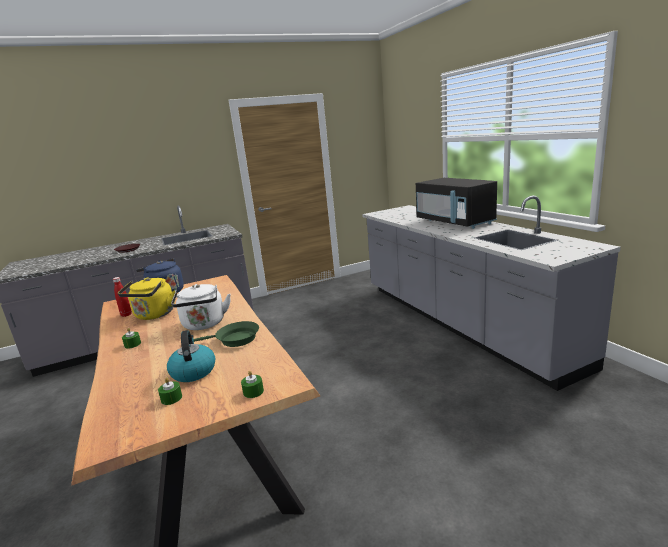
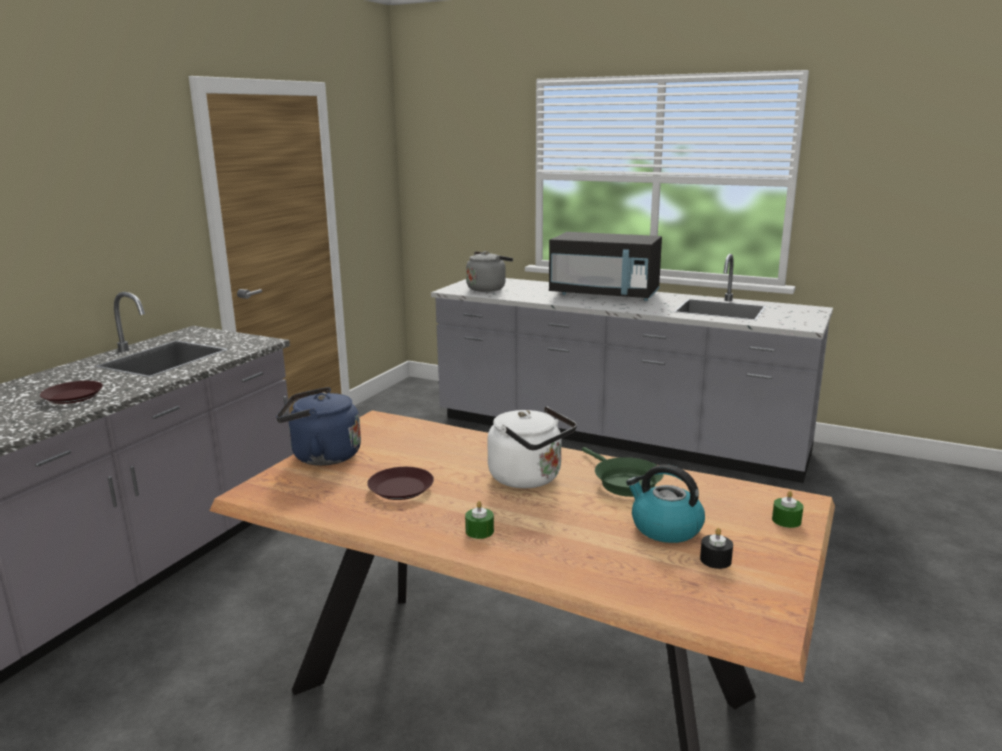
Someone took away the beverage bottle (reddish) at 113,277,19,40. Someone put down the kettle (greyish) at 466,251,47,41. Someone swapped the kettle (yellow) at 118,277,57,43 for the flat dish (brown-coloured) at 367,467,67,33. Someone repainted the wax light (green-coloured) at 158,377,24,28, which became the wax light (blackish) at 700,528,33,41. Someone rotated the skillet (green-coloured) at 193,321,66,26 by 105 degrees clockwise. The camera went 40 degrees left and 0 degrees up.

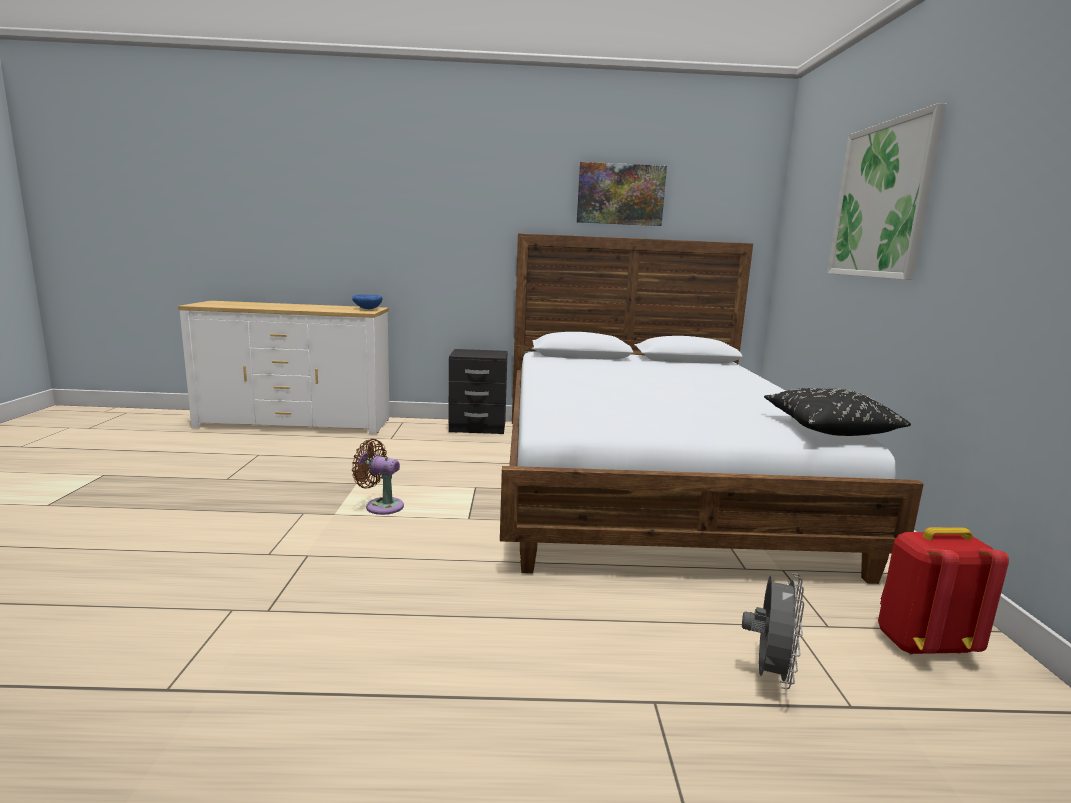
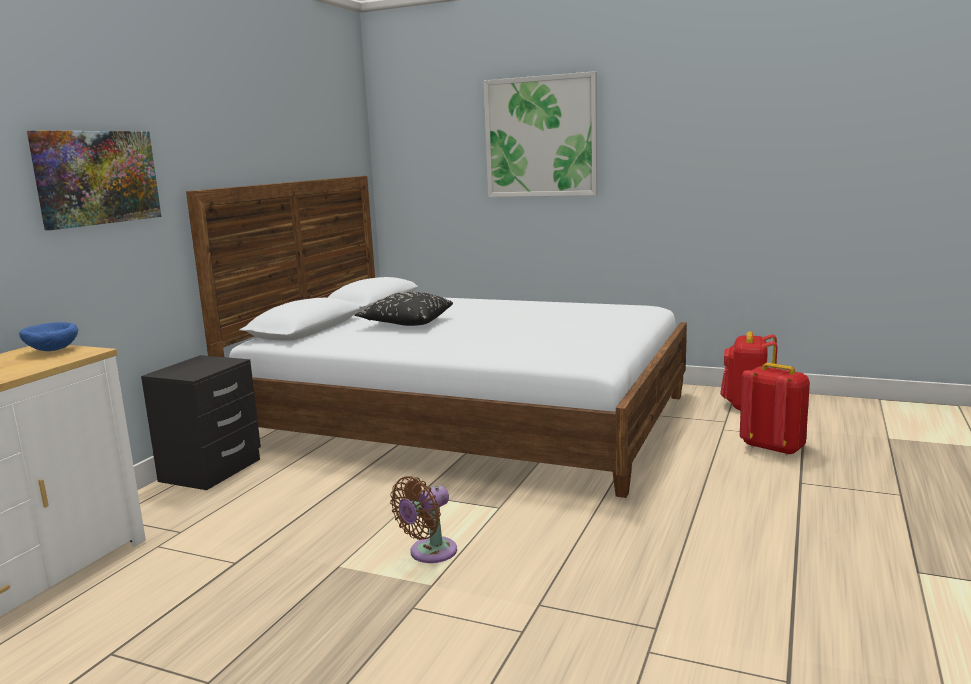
Someone carried the wall picture from 577,162,90,64 to 27,131,134,99. Someone carried the pillow (blackish) from 764,388,147,48 to 355,292,98,34. Someone swapped the fan (greyish) at 742,573,62,116 for the knapsack (reddish) at 740,363,70,93. The camera went 65 degrees left and 0 degrees up.

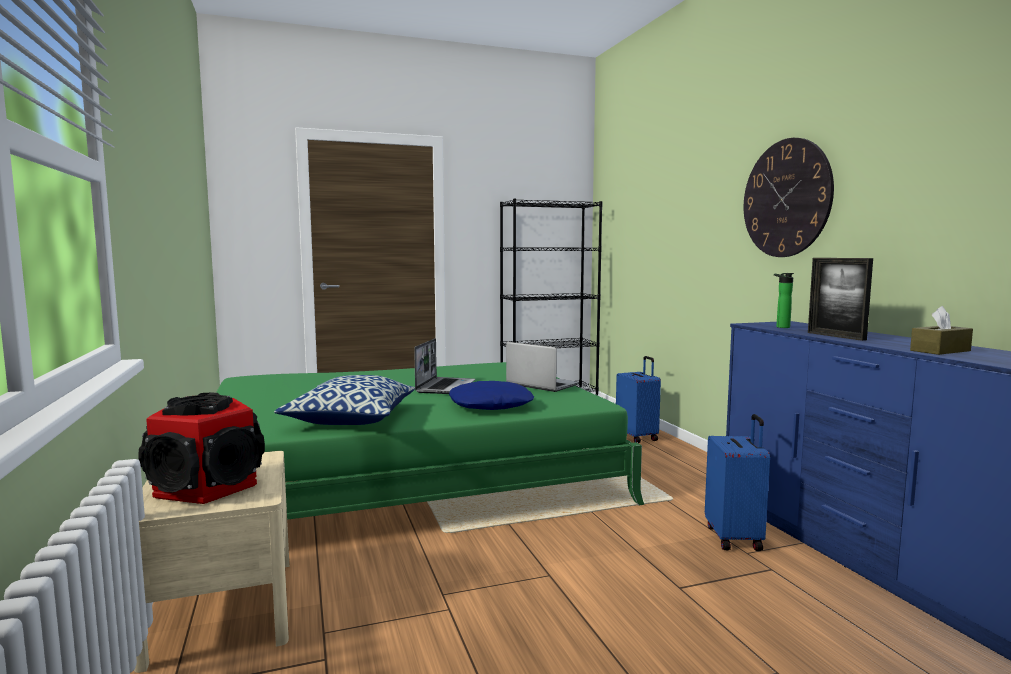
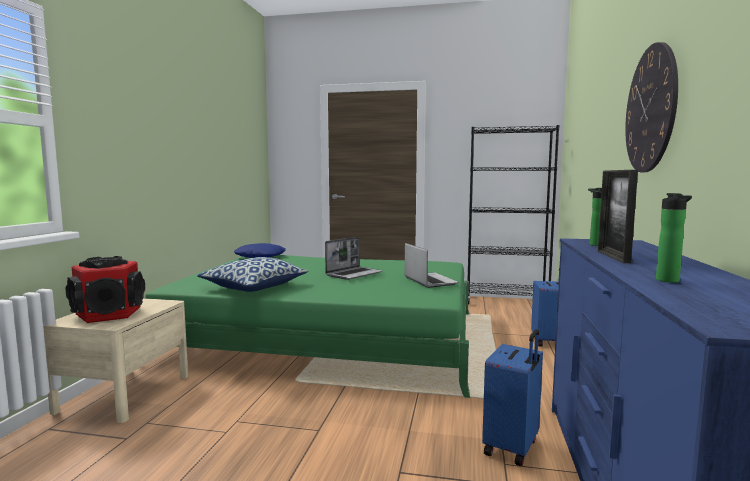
Someone carried the pillow (blue) from 449,381,85,29 to 234,243,52,15. Someone swapped the tissue box (brown-coloured) at 910,306,63,49 for the beverage bottle at 656,193,36,90. The camera went 30 degrees right and 0 degrees up.

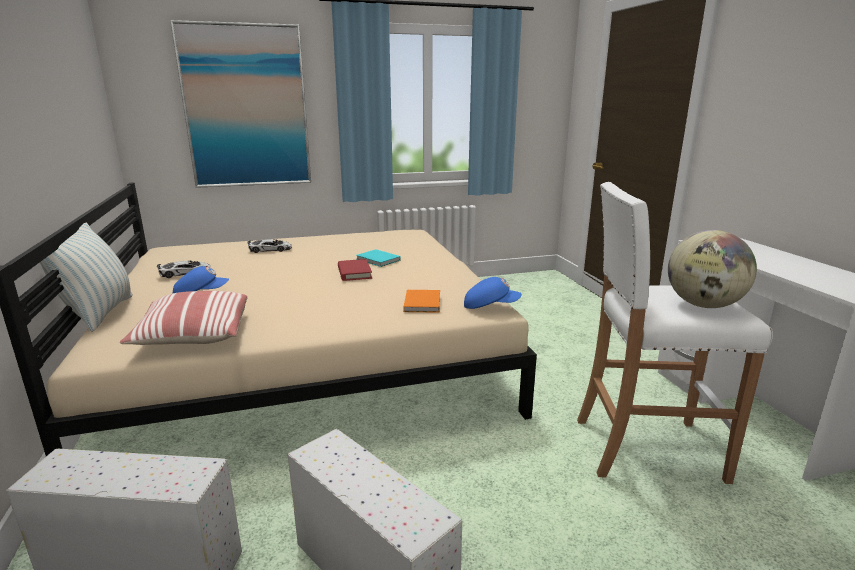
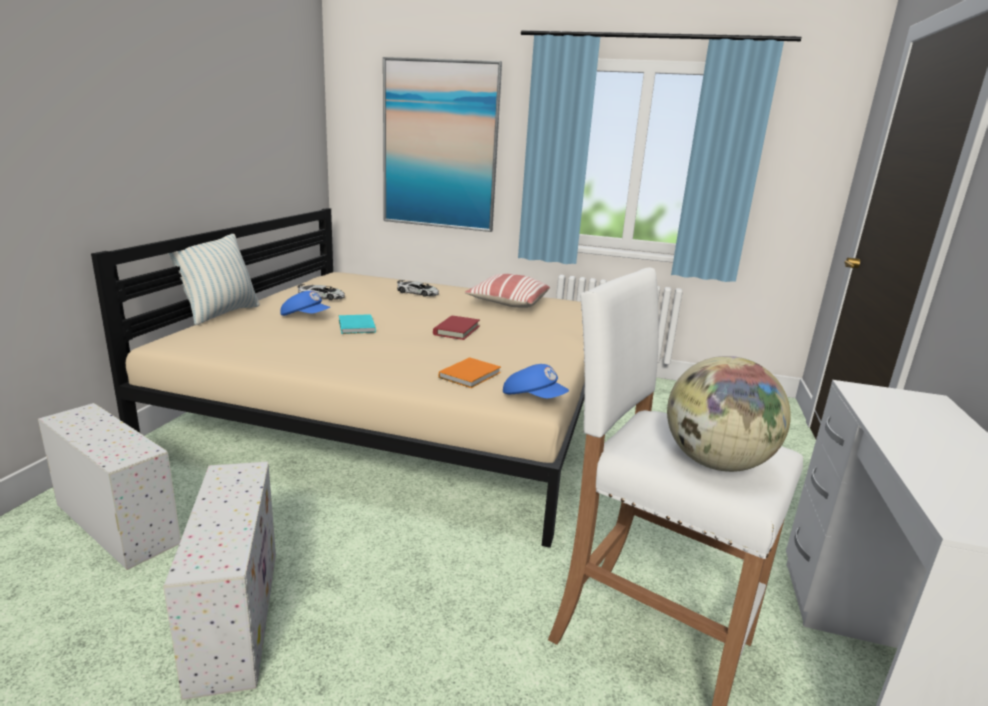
Someone carried the pillow from 120,291,128,54 to 465,274,85,34. Someone carried the bound book (turquoise) from 356,249,45,18 to 339,314,37,20. The camera went 30 degrees right and 0 degrees up.

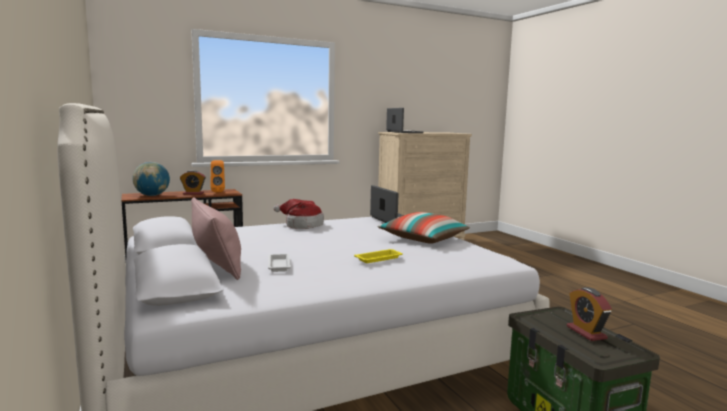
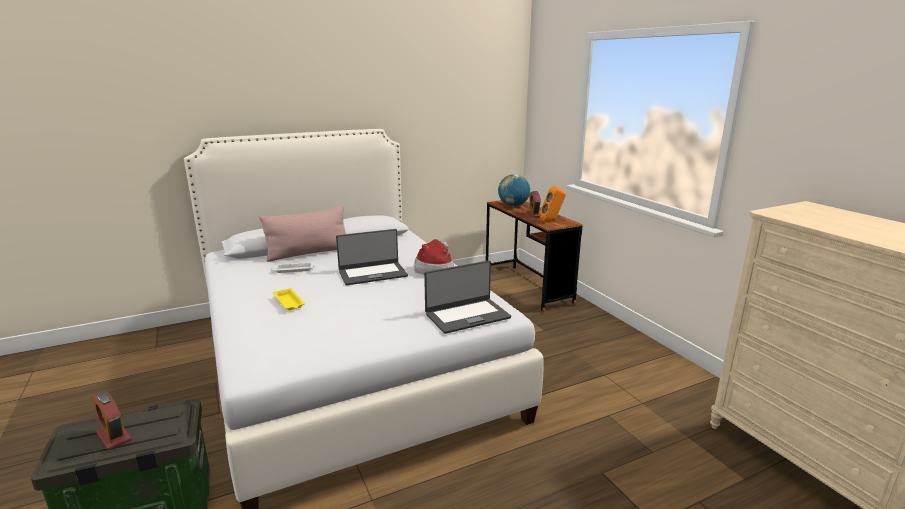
Someone took away the pillow at 377,212,93,32. Someone carried the notebook computer from 386,108,37,25 to 336,229,72,56. Someone rotated the bedside clock at 567,287,45,54 by 120 degrees counterclockwise. The camera went 90 degrees right and 10 degrees up.

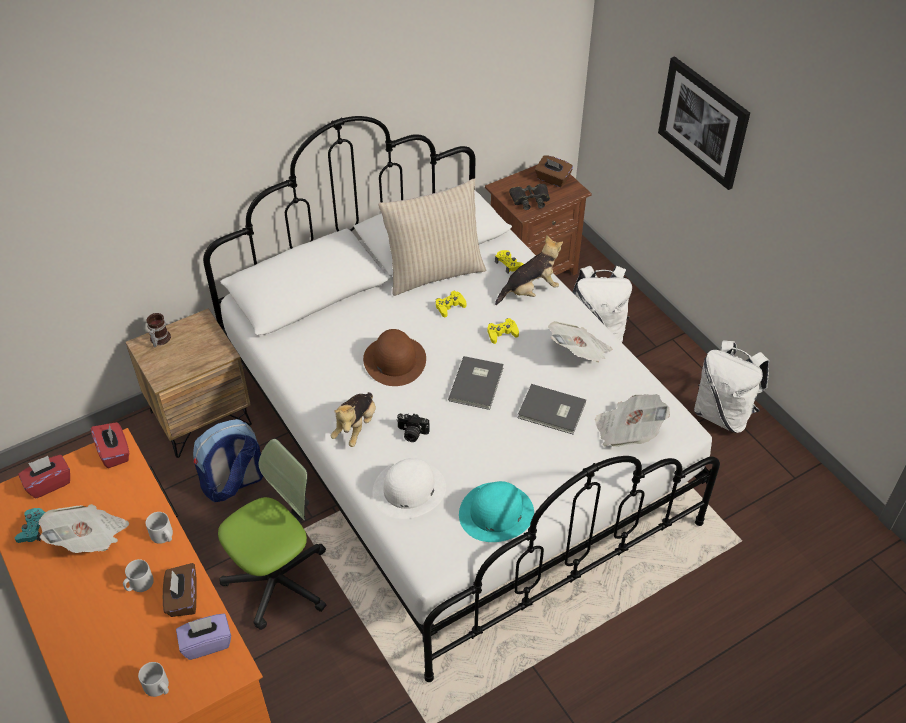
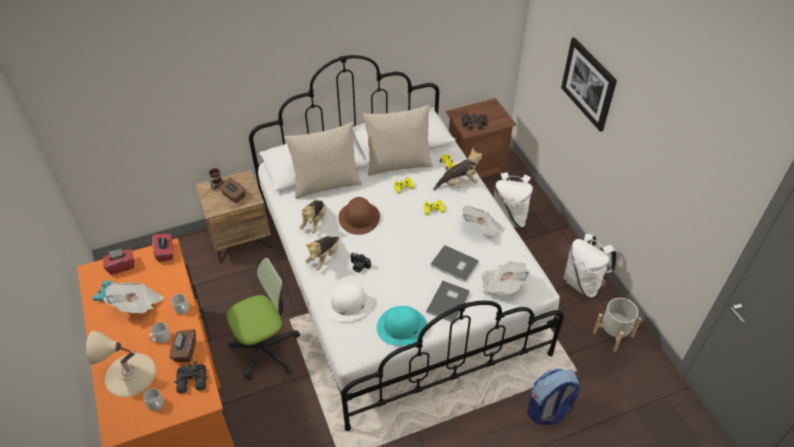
Someone put down the tabletop lamp (beige) at 86,331,70,66. Someone put down the pillow (beige) at 285,122,77,77. Someone put down the cuddly toy at 300,200,26,33. Someone put down the flower pot (greyish) at 593,298,49,54. Someone carried the knapsack from 193,419,70,83 to 527,369,54,56. Someone carried the bound book (greyish) from 448,356,56,54 to 426,281,44,42. Someone carried the tissue box (brown-coloured) from 535,155,38,32 to 219,178,27,25. Someone swapped the tissue box (purple) at 176,614,55,46 for the binoculars (blackish) at 174,361,34,32. The camera went 10 degrees right and 0 degrees up.

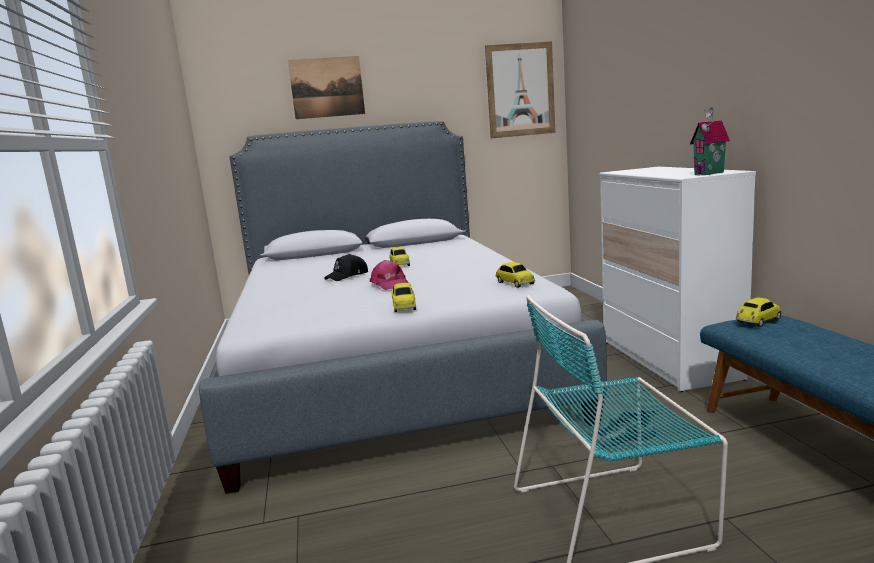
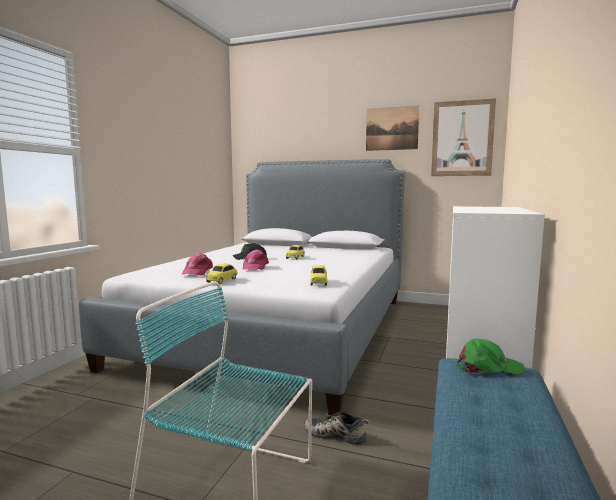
Someone took away the toy house at 690,107,40,68. Someone put down the peaked cap (pinkish) at 181,253,32,23. Someone carried the wall picture from 288,56,77,63 to 366,105,53,46. Someone swapped the model car at 736,297,46,30 for the peaked cap (green-coloured) at 457,339,68,35. The camera went 30 degrees right and 5 degrees down.

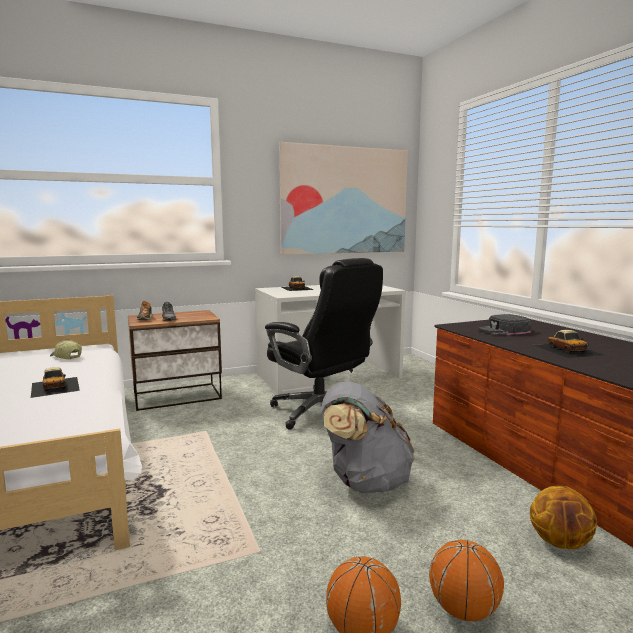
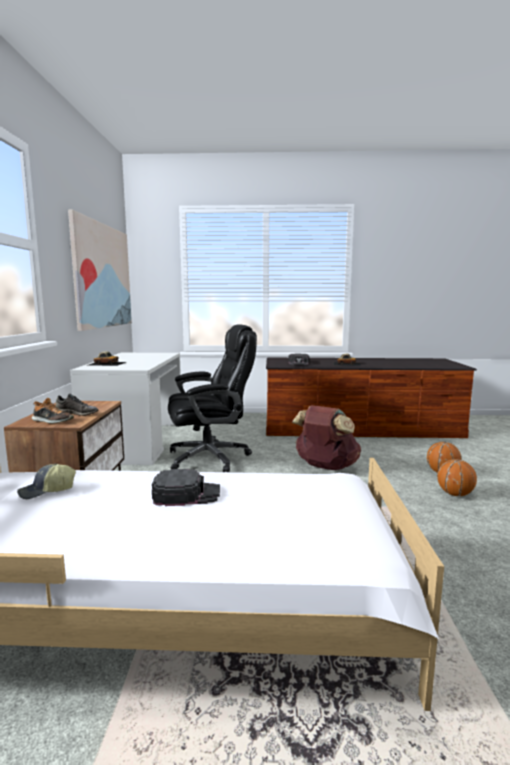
Someone took away the ball for basketball at 530,486,67,63. Someone swapped the model car at 31,367,49,31 for the peaked cap (blackish) at 152,469,68,37. Someone repainted the knapsack (greyish) at 321,381,94,112, which became the knapsack (brown-coloured) at 292,405,69,65. The camera went 65 degrees left and 0 degrees up.

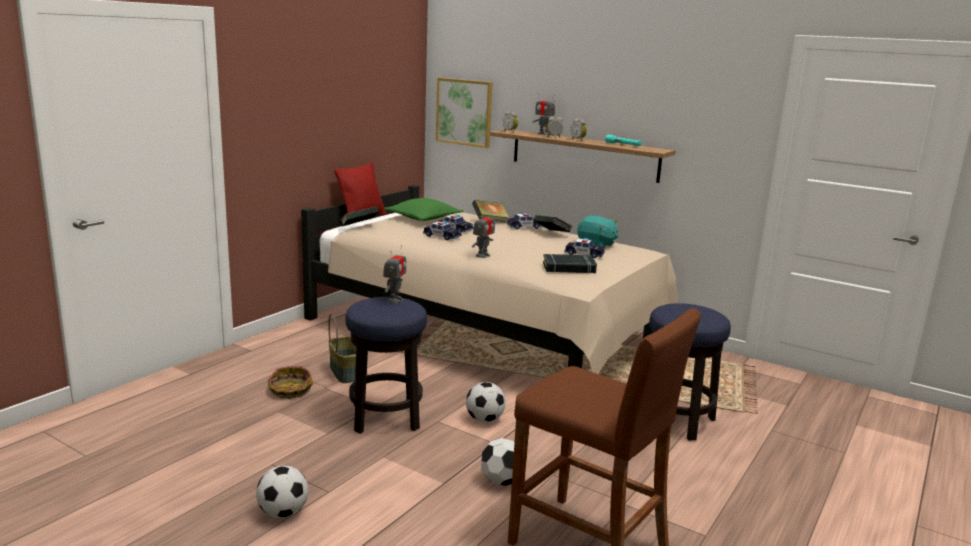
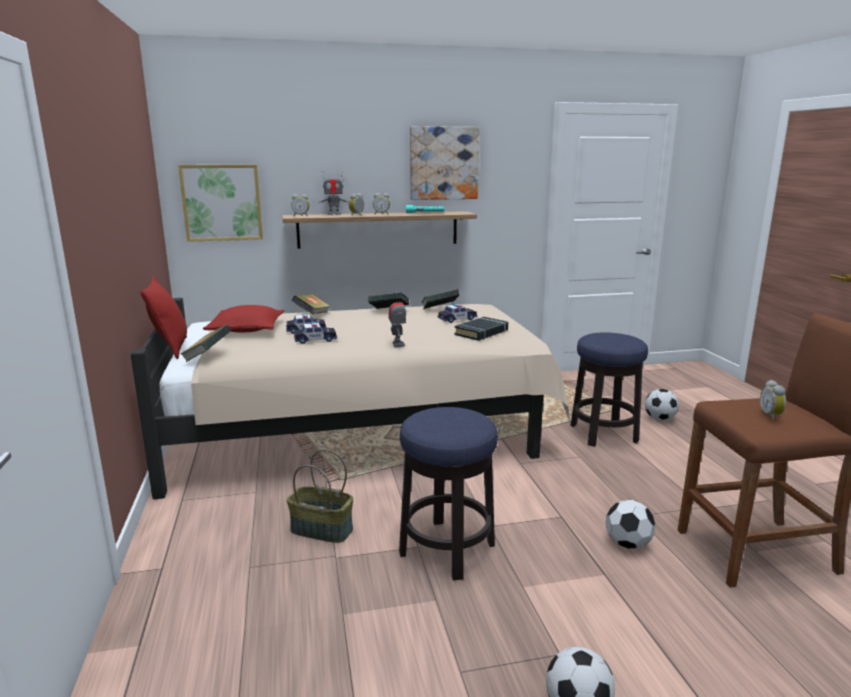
Someone took away the basket at 268,366,45,33. Someone took away the model robot at 383,245,23,58. Someone took away the model car at 507,213,36,16. Someone put up the wall picture at 410,126,70,74. Someone put down the bedside clock at 760,380,26,41. Someone carried the football from 466,382,40,40 to 645,389,34,32. Someone swapped the cuddly toy (turquoise) at 577,215,41,32 for the bound book at 421,289,38,20. Someone repainted the pillow (green-coloured) at 384,198,79,23, which became the pillow (reddish) at 203,305,82,27. The camera went 45 degrees left and 0 degrees up.

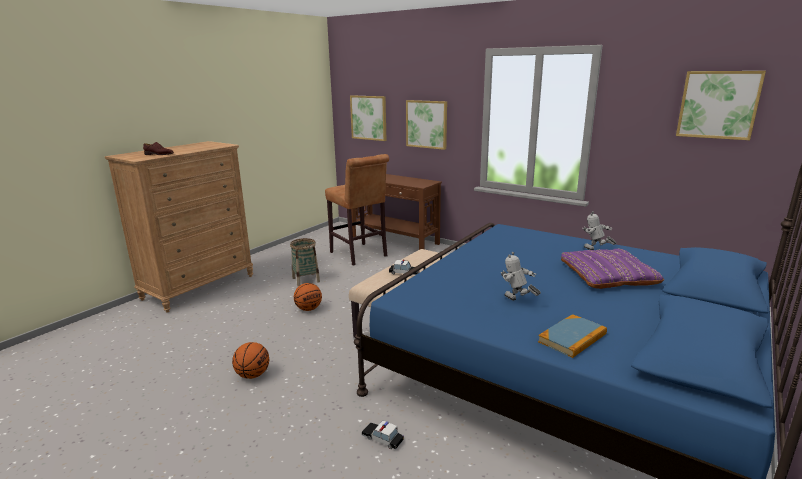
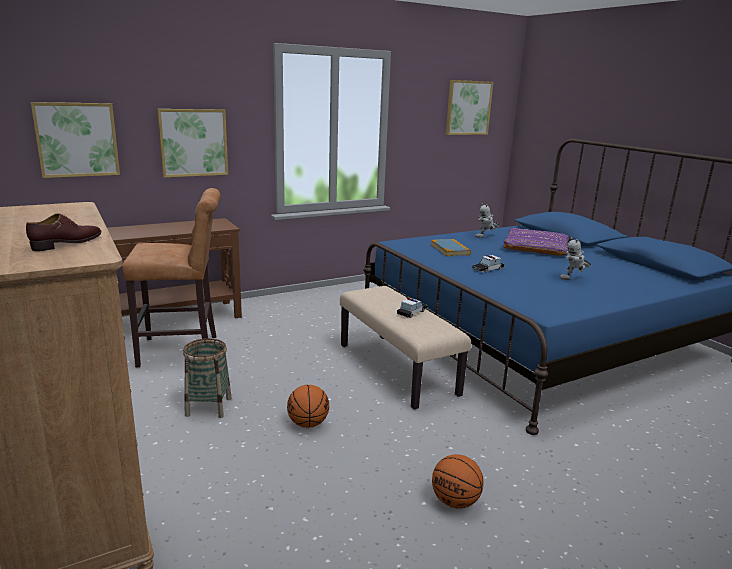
Someone carried the model car from 361,420,43,29 to 472,255,32,18. Someone carried the bound book from 538,314,69,44 to 431,239,40,18. The camera went 65 degrees left and 0 degrees up.

